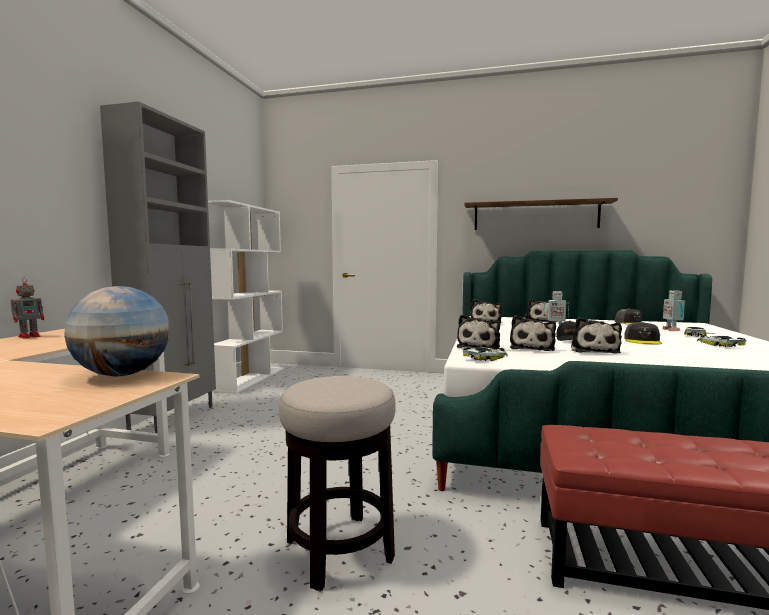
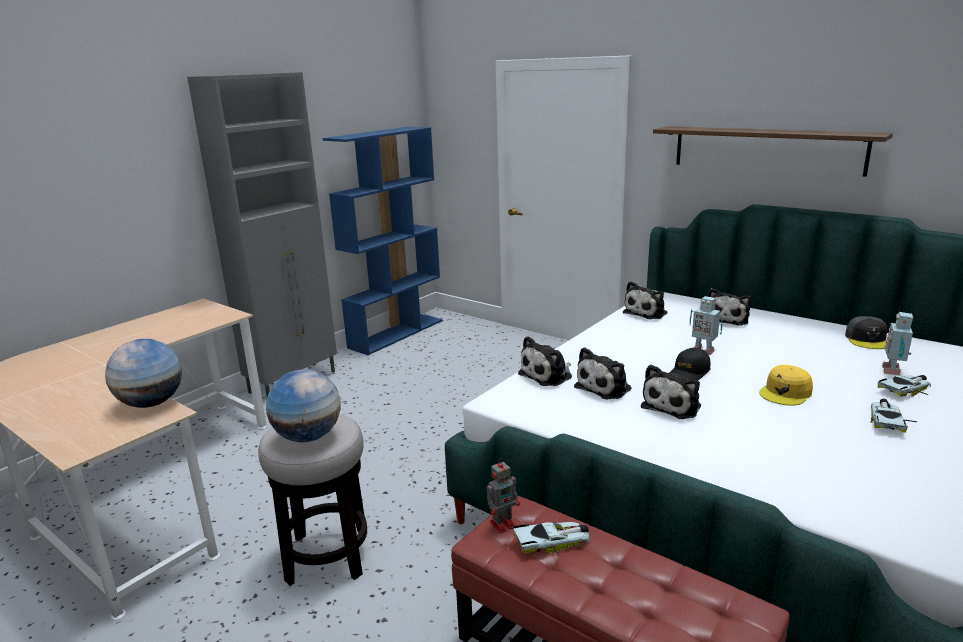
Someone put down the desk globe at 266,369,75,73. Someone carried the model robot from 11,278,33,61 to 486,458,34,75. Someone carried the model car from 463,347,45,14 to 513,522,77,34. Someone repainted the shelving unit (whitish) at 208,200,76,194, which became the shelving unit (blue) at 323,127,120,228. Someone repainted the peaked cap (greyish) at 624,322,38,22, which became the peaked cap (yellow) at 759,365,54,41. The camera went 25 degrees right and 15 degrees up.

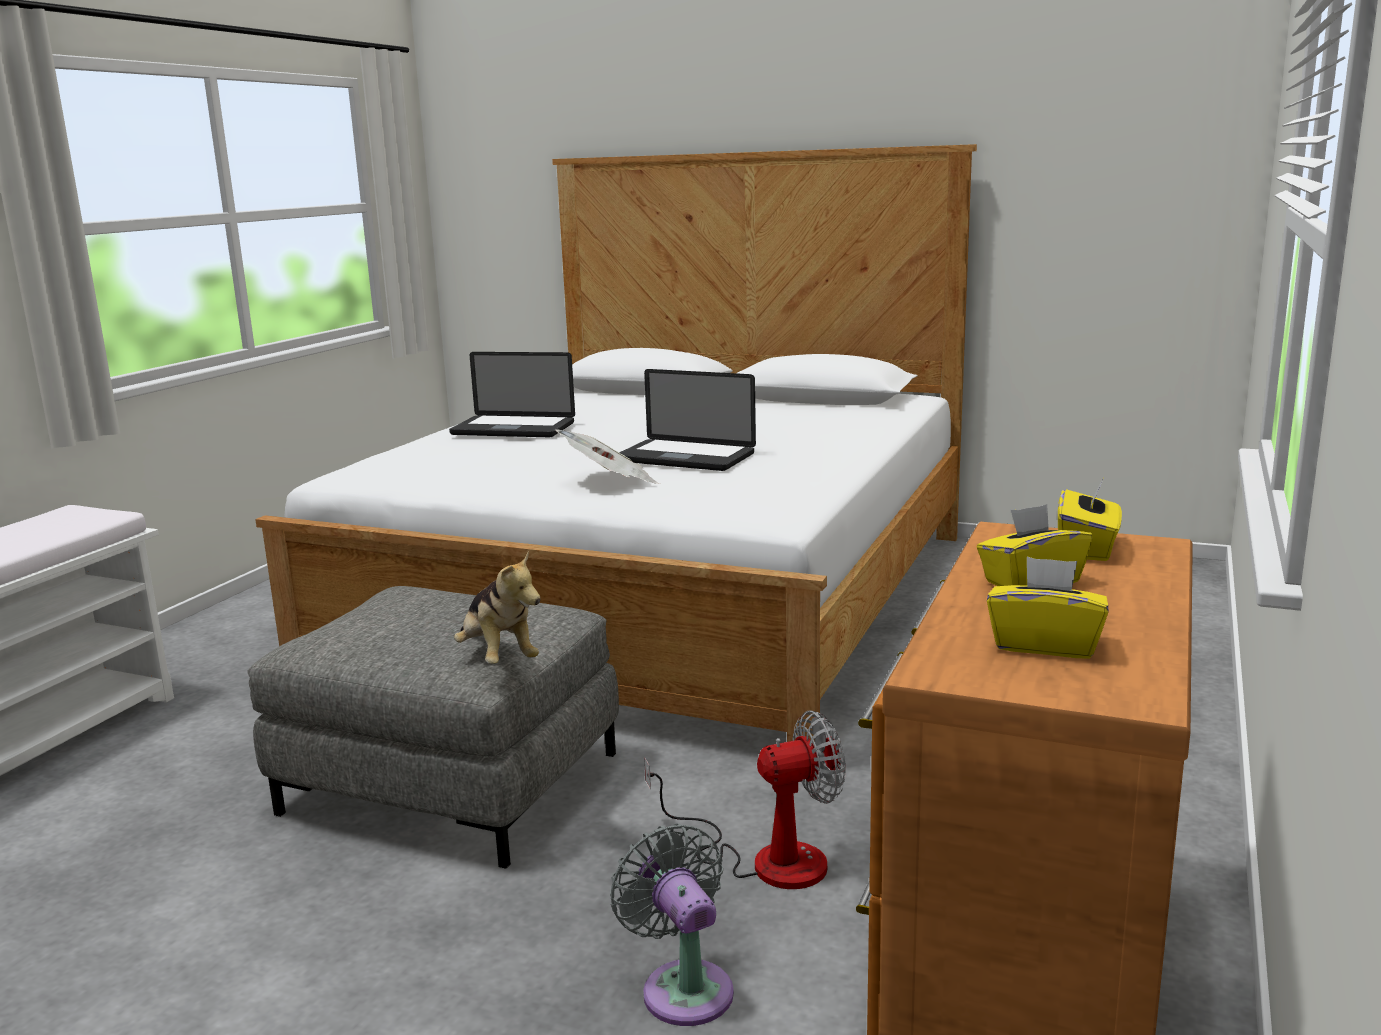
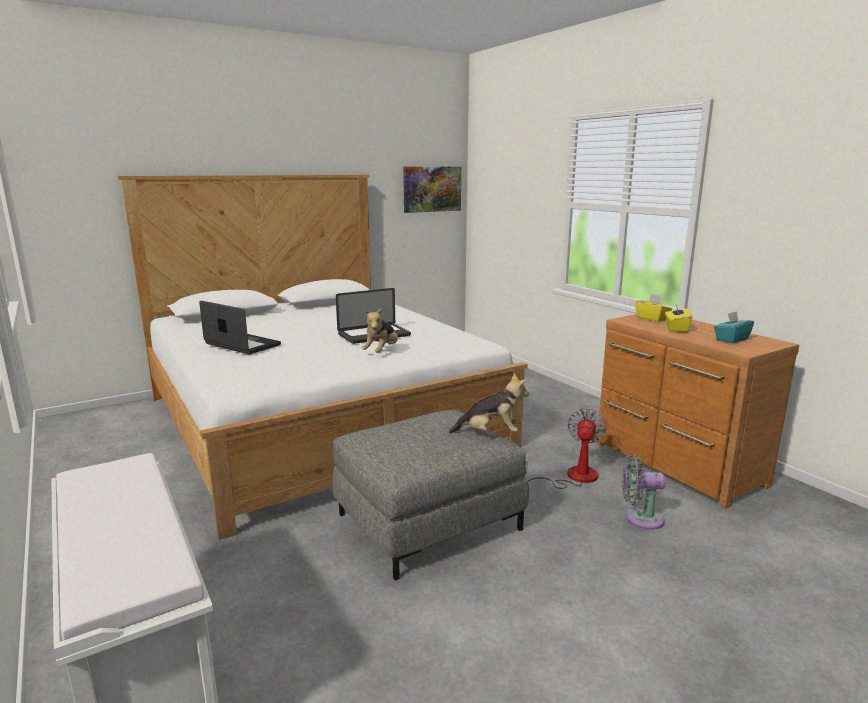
Someone put up the wall picture at 403,166,58,47. Someone swapped the printed paper at 555,429,105,55 for the cuddly toy at 362,308,36,45. Someone repainted the tissue box (yellow) at 987,557,122,102, which became the tissue box (turquoise) at 714,311,40,32. Someone rotated the notebook computer at 449,352,126,85 by 105 degrees counterclockwise. The camera went 55 degrees left and 0 degrees up.

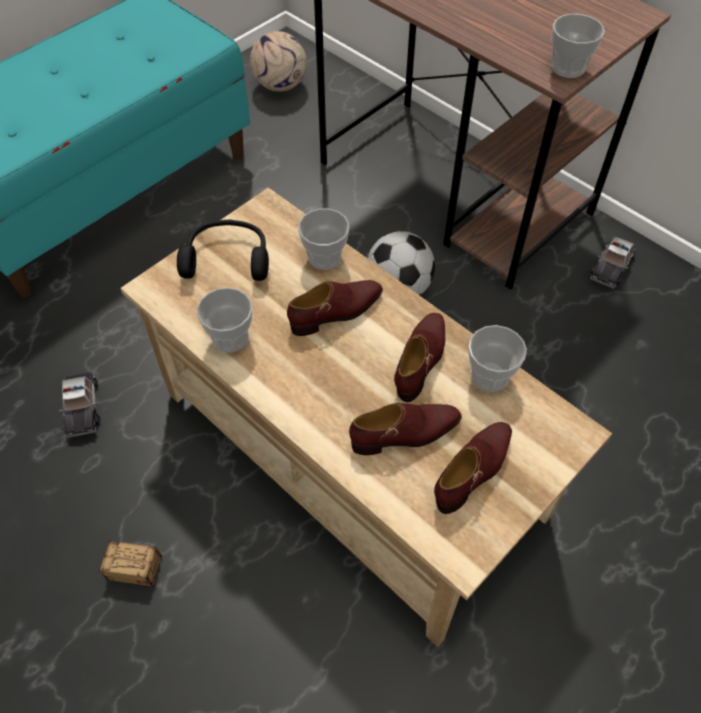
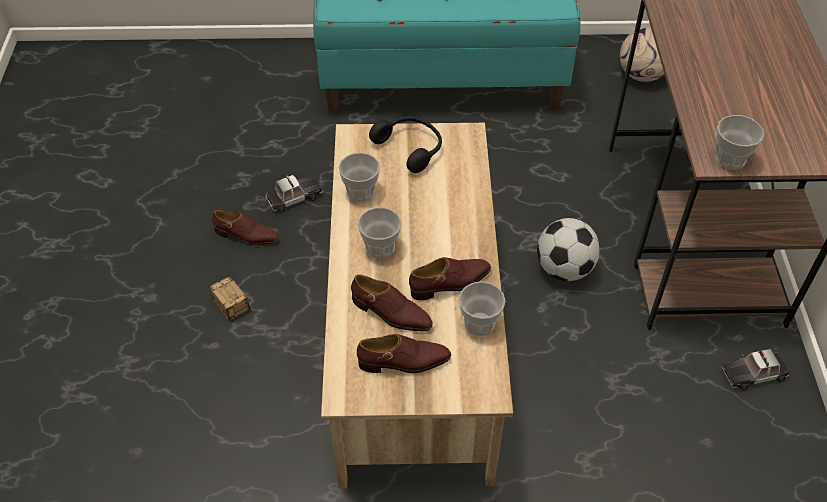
Someone carried the item of footwear (brown-coloured) from 287,280,96,56 to 212,210,67,35. Someone carried the drinking cup from 298,209,51,61 to 358,207,43,52. Someone rotated the model car at 58,372,42,66 by 150 degrees counterclockwise. The camera went 45 degrees right and 5 degrees down.

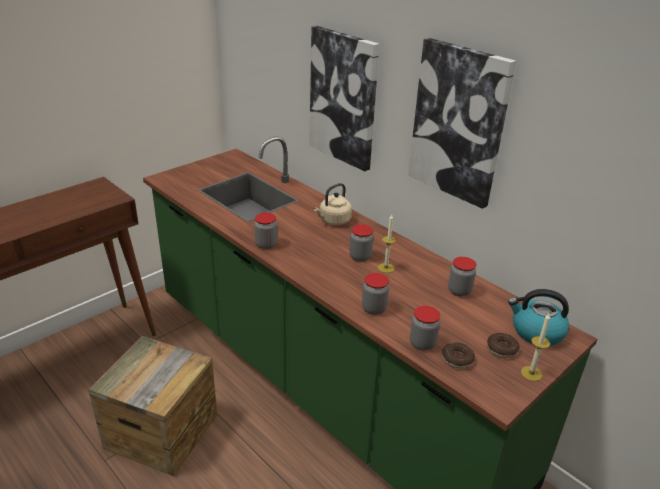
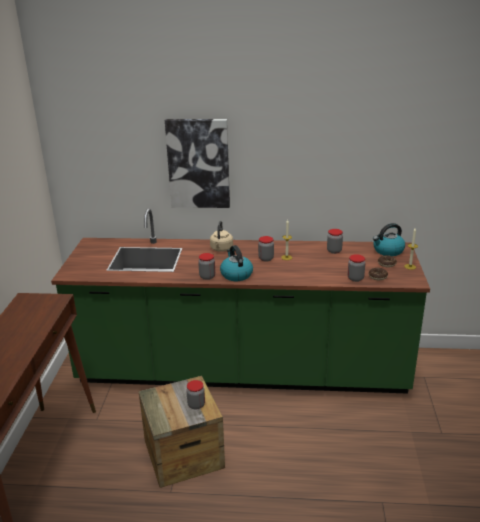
Someone took away the wall picture at 408,38,108,171. Someone put down the kettle at 220,245,33,36. Someone carried the preserve jar from 362,273,27,42 to 186,380,19,30. The camera went 40 degrees left and 5 degrees down.

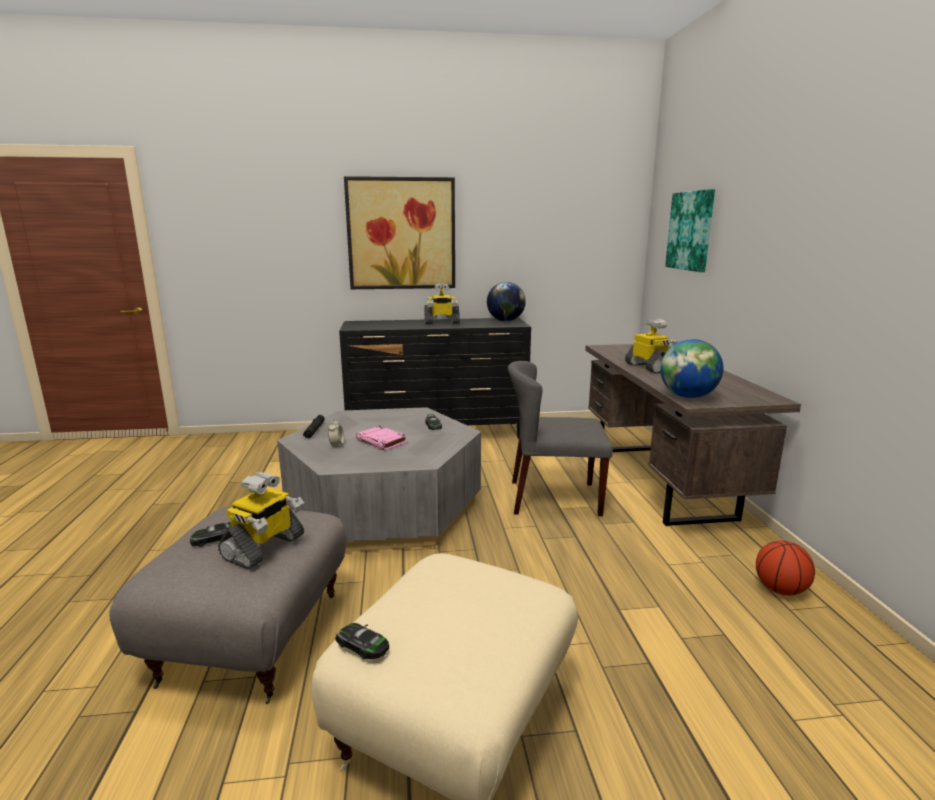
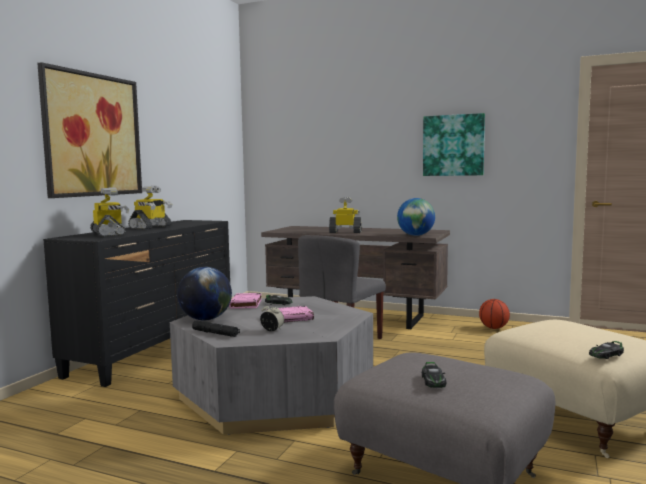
Someone put down the bound book (pinkish) at 229,293,33,15. Someone carried the model robot from 218,472,86,97 to 90,187,39,50. Someone carried the desk globe from 487,282,39,39 to 177,267,55,53. Someone carried the wall picture from 665,189,50,83 to 423,113,62,63. The camera went 60 degrees left and 10 degrees down.

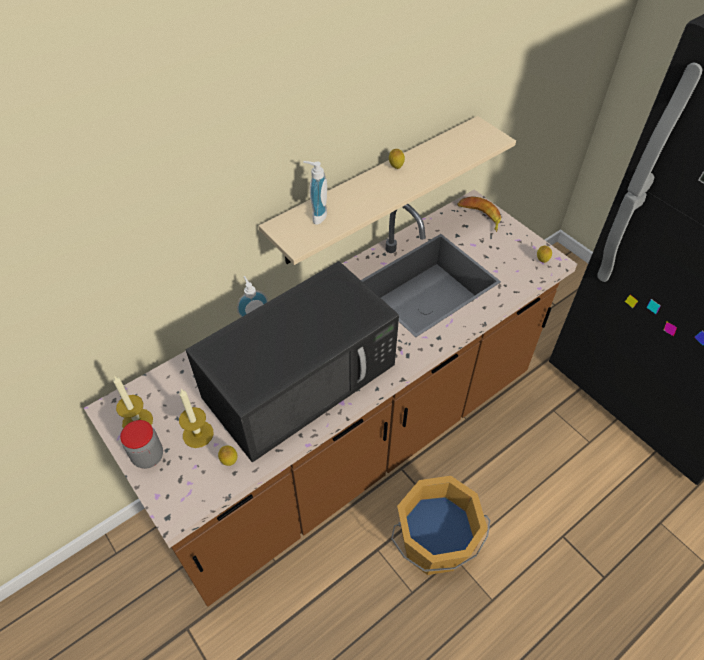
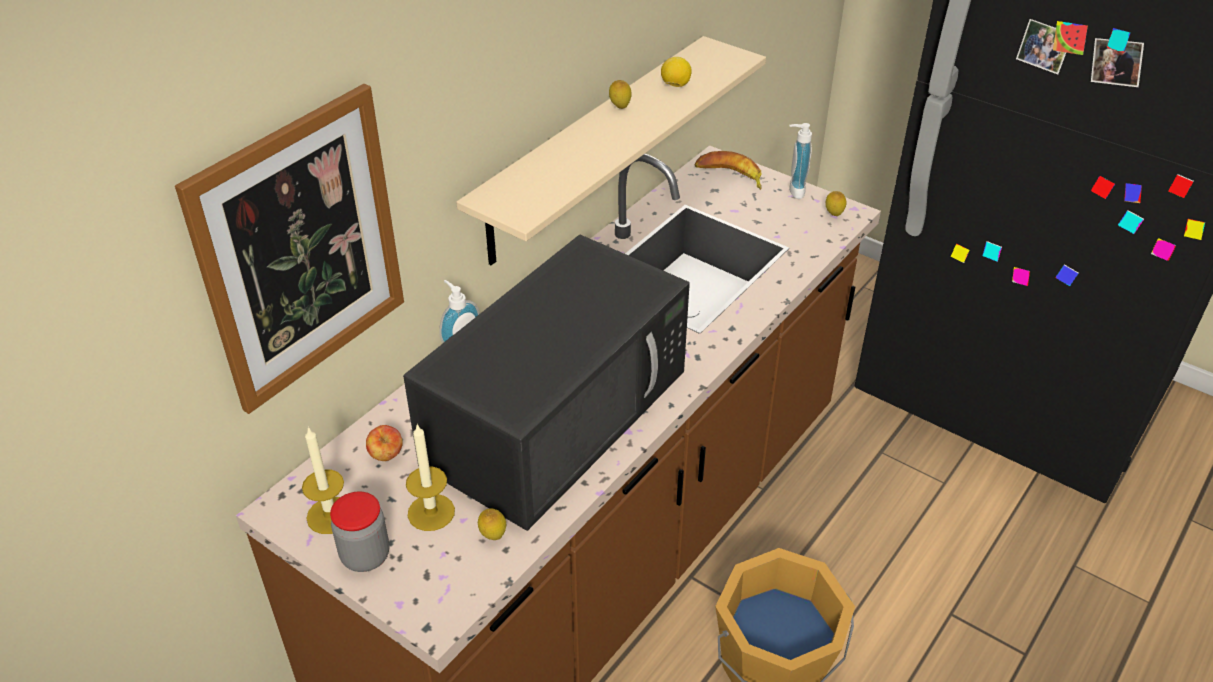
Someone put up the wall picture at 175,84,229,330. Someone put down the apple at 366,425,37,36. Someone put down the citrus fruit at 661,57,31,30. Someone carried the soap dispenser from 303,161,24,64 to 789,123,23,76. The camera went 15 degrees left and 10 degrees down.

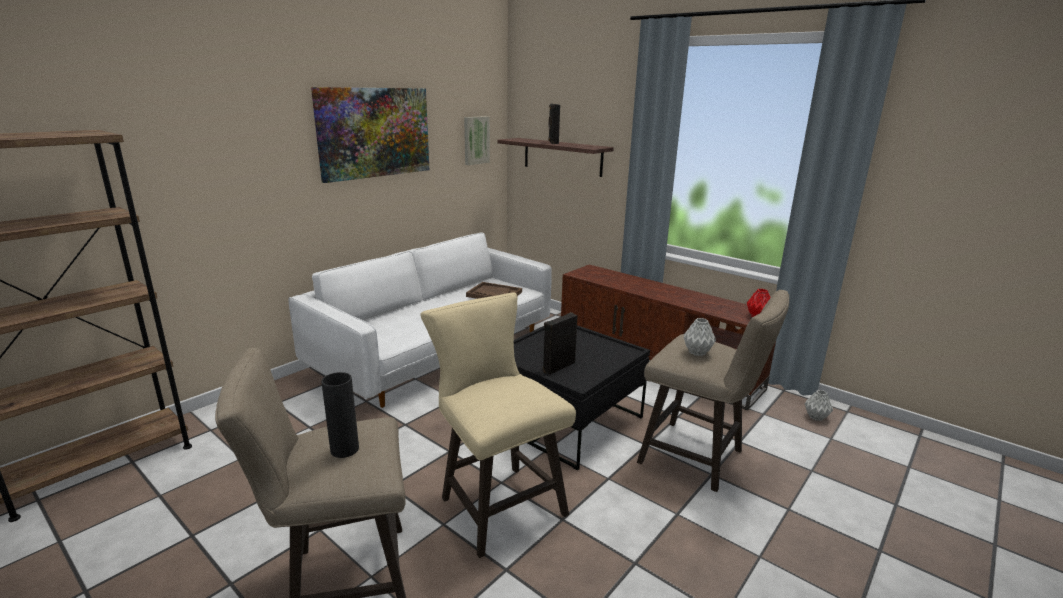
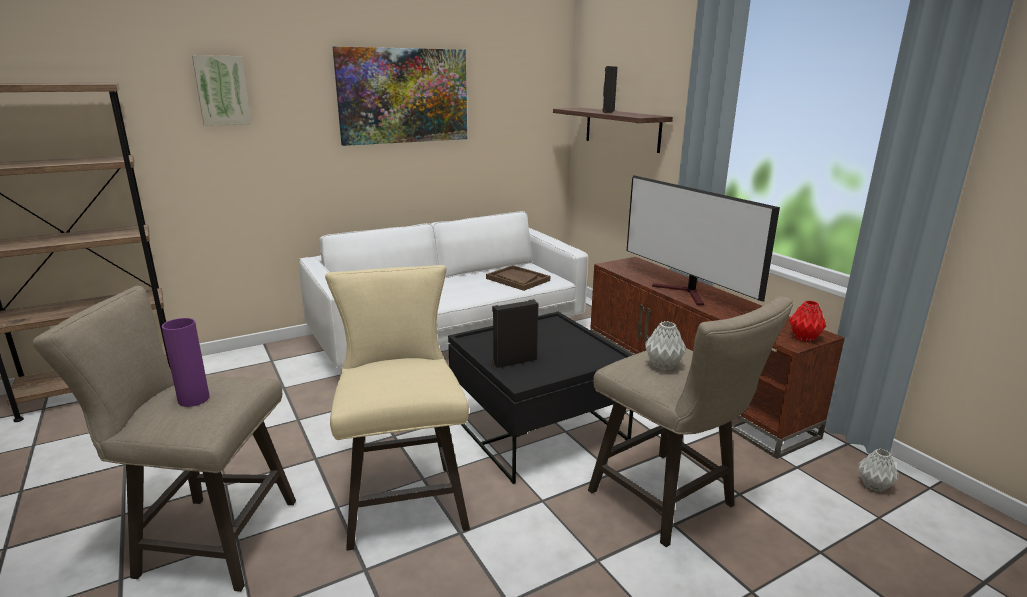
Someone put down the television at 627,175,153,130. Someone carried the wall picture from 464,116,26,49 to 192,55,59,71. Someone repainted the decorative vase (blackish) at 321,372,38,86, which became the decorative vase (purple) at 162,318,48,89. The camera went 20 degrees right and 0 degrees up.

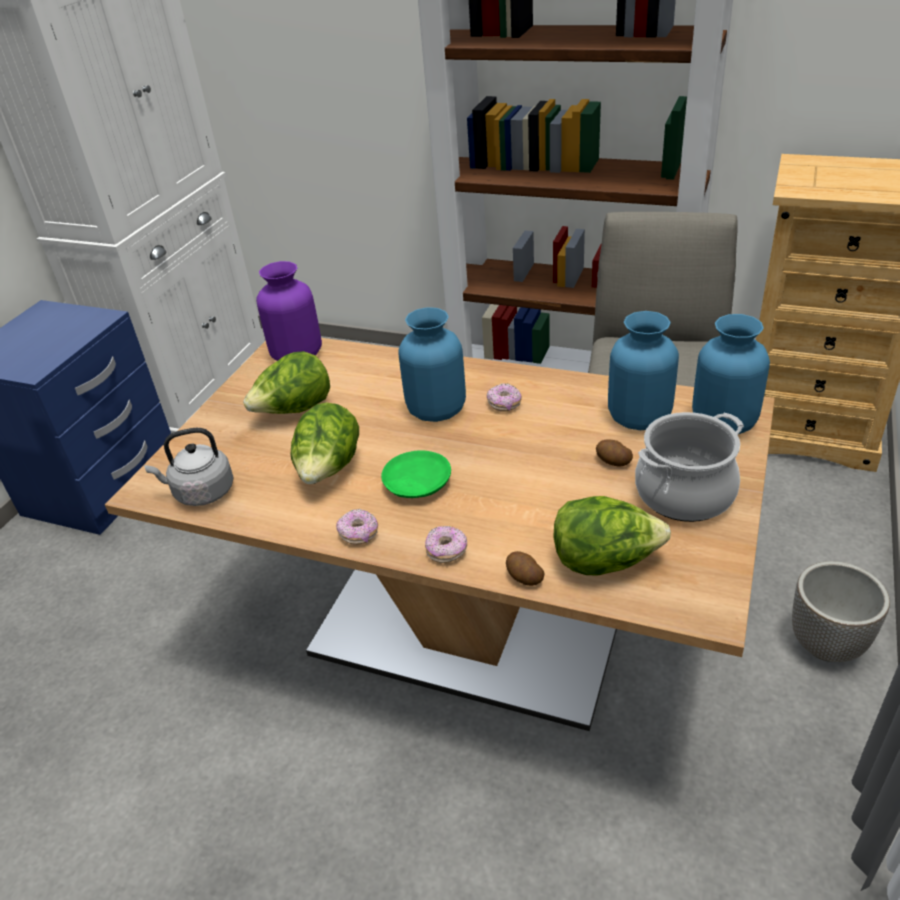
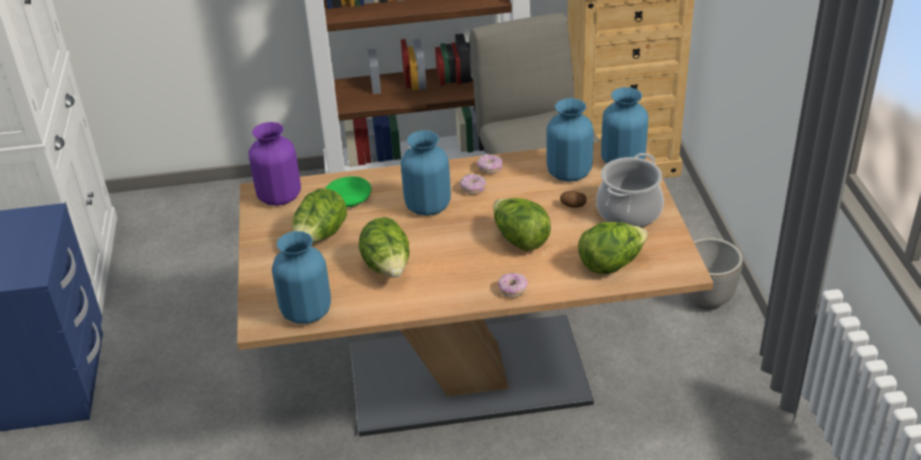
Someone took away the potato at 506,551,38,35. Someone put down the head of lettuce at 493,198,58,53. Someone carried the donut from 336,509,42,36 to 477,154,26,20. Someone carried the flat dish (green-coloured) from 381,450,70,48 to 326,176,45,31. Someone swapped the kettle (greyish) at 144,428,90,78 for the decorative vase (blue) at 272,231,59,93. The camera went 30 degrees left and 0 degrees up.

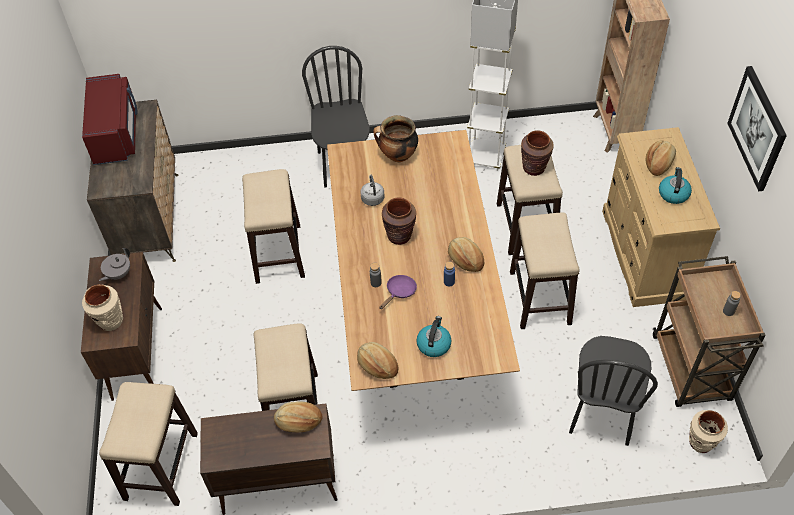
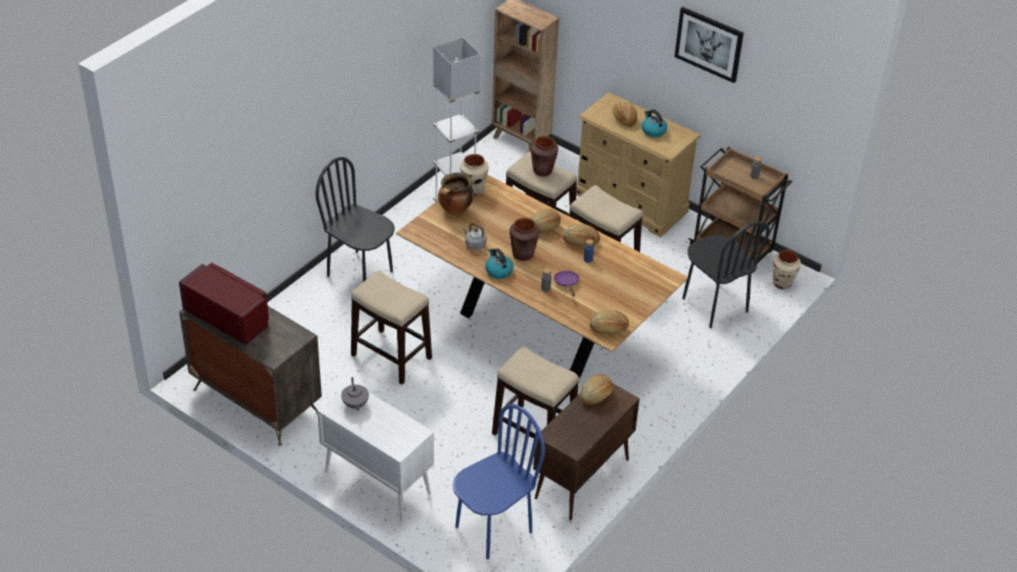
Someone put down the bread at 530,209,31,25. Someone carried the decorative vase (beige) from 82,284,41,47 to 460,154,29,42. Someone carried the kettle from 416,316,36,41 to 485,248,29,31. Someone swapped the stool seat at 99,382,99,124 for the chair (blue) at 453,404,92,155. Someone repainted the cupboard (brown-coloured) at 81,252,81,149, which became the cupboard (whitish) at 317,382,117,140. The camera went 50 degrees left and 10 degrees down.

